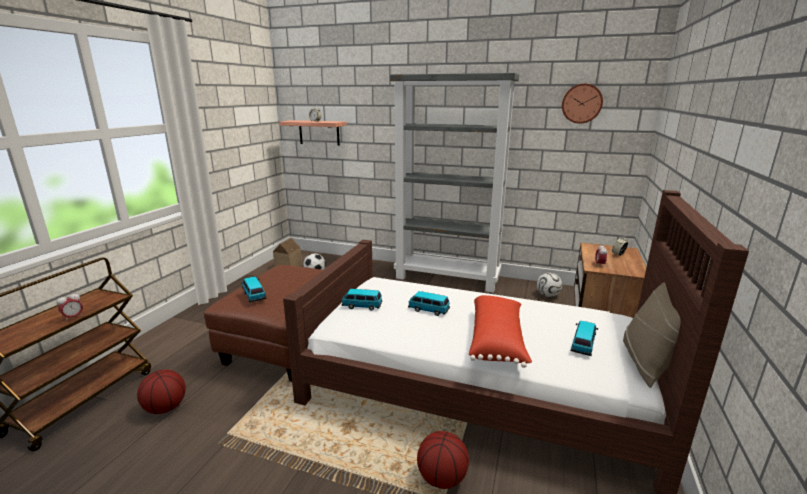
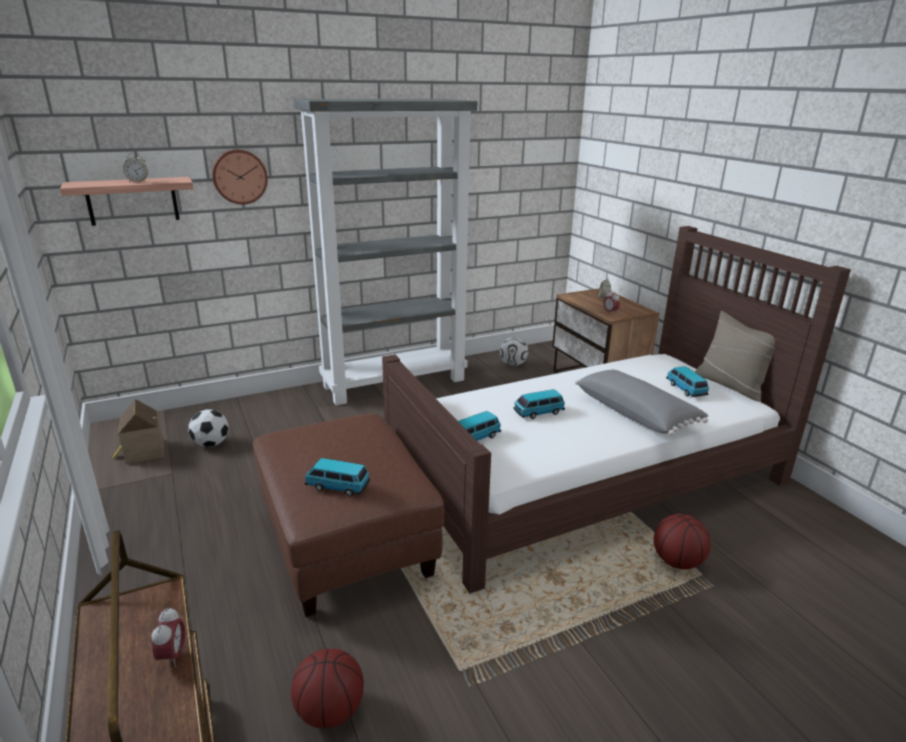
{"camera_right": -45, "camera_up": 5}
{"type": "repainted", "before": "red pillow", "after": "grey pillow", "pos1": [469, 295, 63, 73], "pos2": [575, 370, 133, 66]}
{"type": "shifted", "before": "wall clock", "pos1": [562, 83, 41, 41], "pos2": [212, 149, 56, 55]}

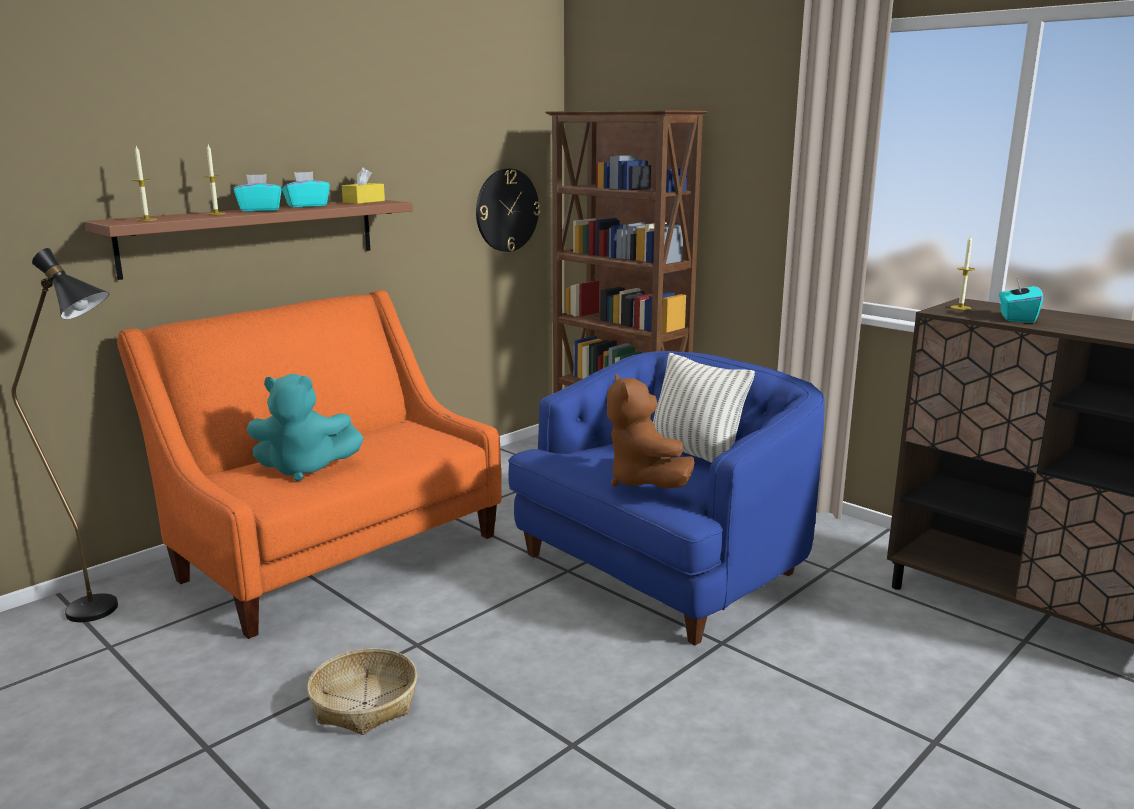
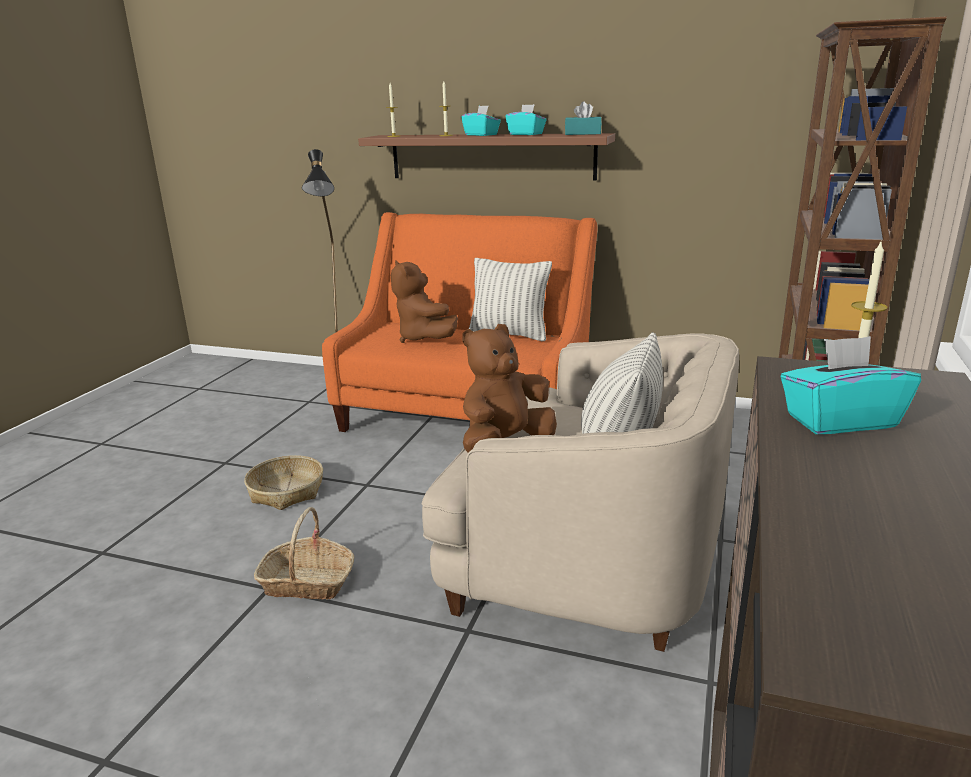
{"camera_right": 65, "camera_up": 5}
{"type": "repainted", "before": "turquoise plush toy", "after": "brown plush toy", "pos1": [247, 374, 117, 108], "pos2": [391, 260, 67, 83]}
{"type": "repainted", "before": "yellow tissue box", "after": "turquoise tissue box", "pos1": [342, 168, 43, 36], "pos2": [565, 102, 37, 33]}
{"type": "gone", "before": "wall clock", "pos1": [476, 168, 64, 84]}
{"type": "repainted", "before": "blue armchair", "after": "beige armchair", "pos1": [508, 351, 317, 294], "pos2": [422, 334, 317, 318]}
{"type": "new", "after": "basket", "pos2": [254, 507, 100, 93]}
{"type": "new", "after": "pillow", "pos2": [469, 258, 83, 83]}

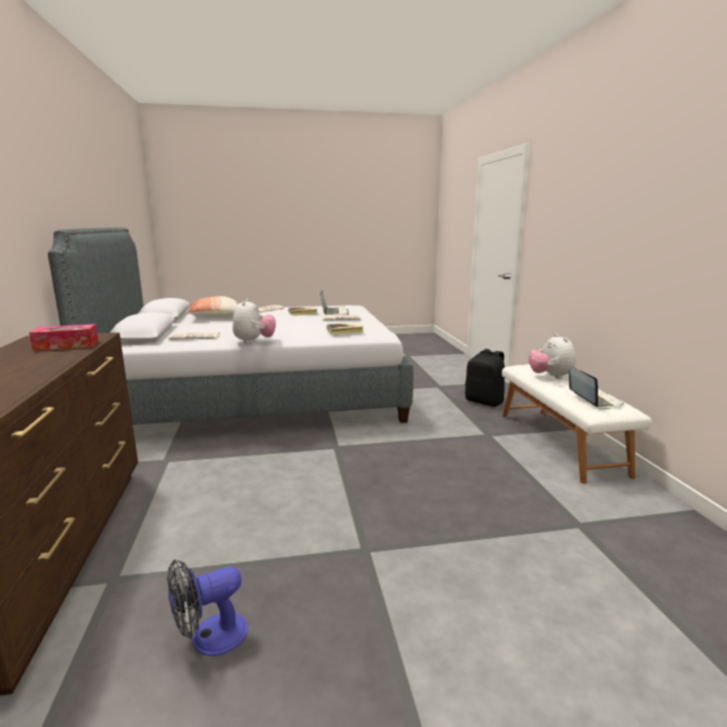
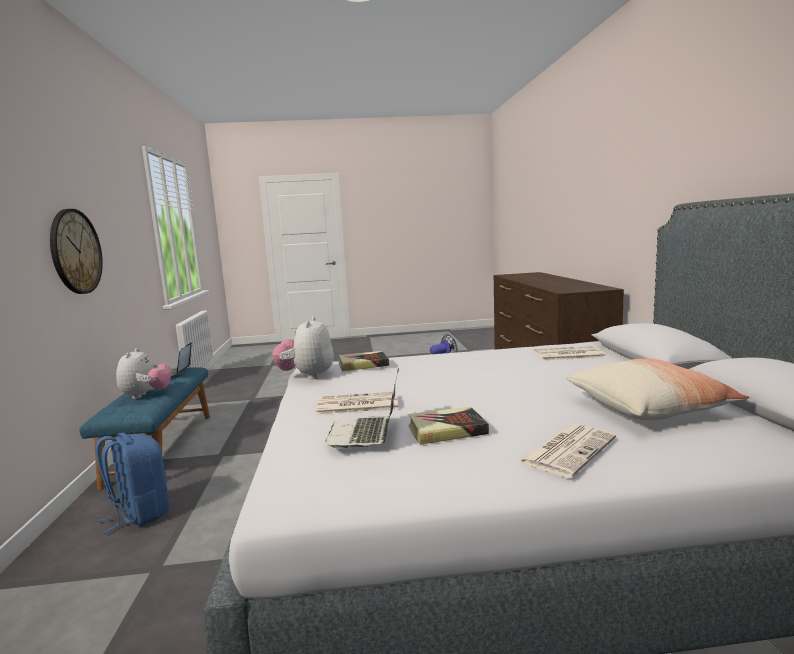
{"camera_right": -175, "camera_up": -5}
{"type": "gone", "before": "tissue box", "pos1": [29, 324, 69, 27]}
{"type": "shifted", "before": "plush toy", "pos1": [233, 299, 43, 45], "pos2": [272, 317, 62, 62]}
{"type": "repainted", "before": "black backpack", "after": "blue backpack", "pos1": [465, 349, 40, 58], "pos2": [95, 433, 74, 101]}
{"type": "repainted", "before": "white bench", "after": "blue bench", "pos1": [502, 364, 150, 120], "pos2": [79, 367, 131, 123]}
{"type": "new", "after": "wall clock", "pos2": [50, 209, 53, 85]}

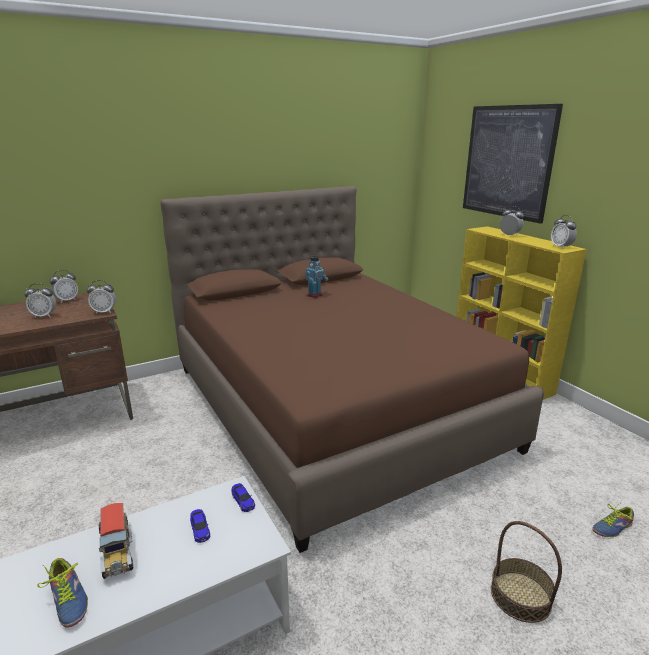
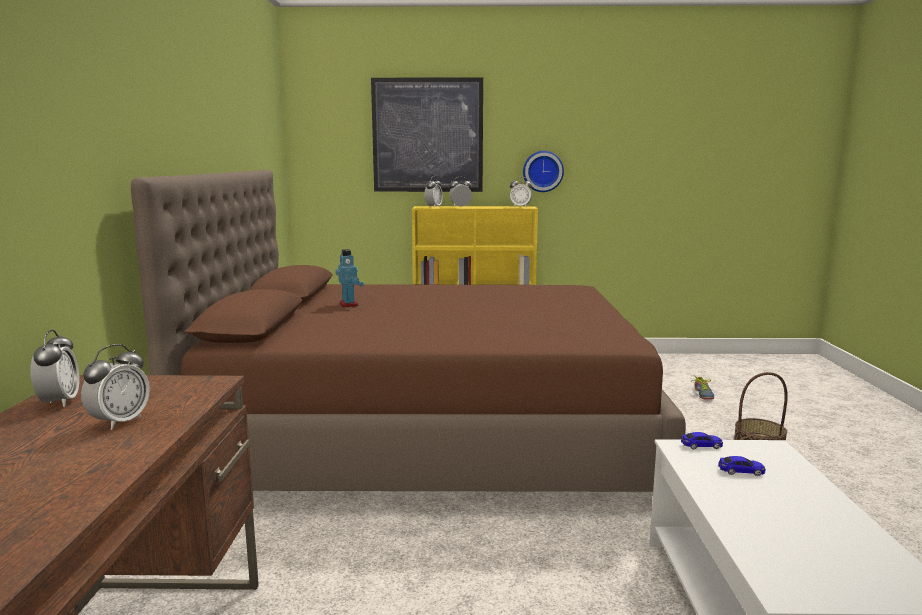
{"camera_right": -60, "camera_up": -10}
{"type": "gone", "before": "shoe", "pos1": [37, 558, 51, 70]}
{"type": "shifted", "before": "alarm clock", "pos1": [87, 280, 29, 34], "pos2": [425, 177, 18, 31]}
{"type": "gone", "before": "toy truck", "pos1": [99, 503, 34, 76]}
{"type": "new", "after": "wall clock", "pos2": [523, 151, 41, 41]}

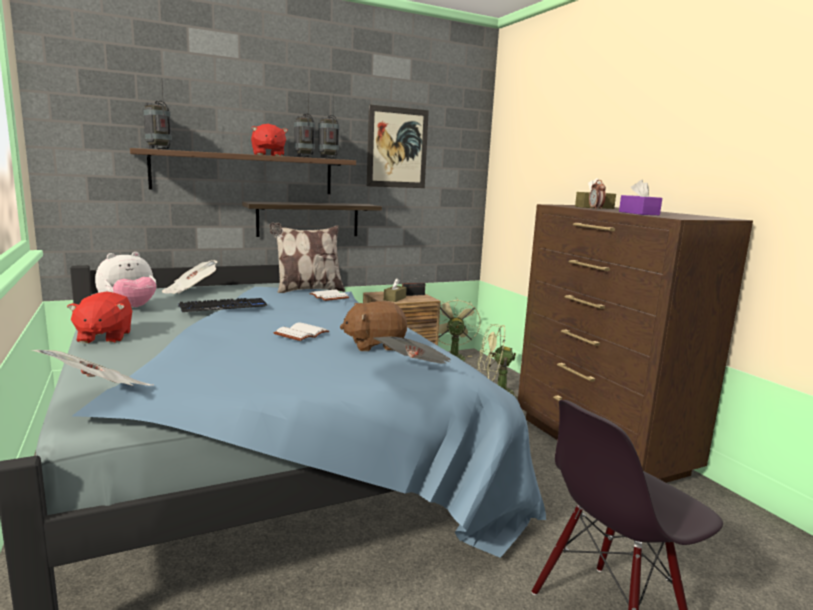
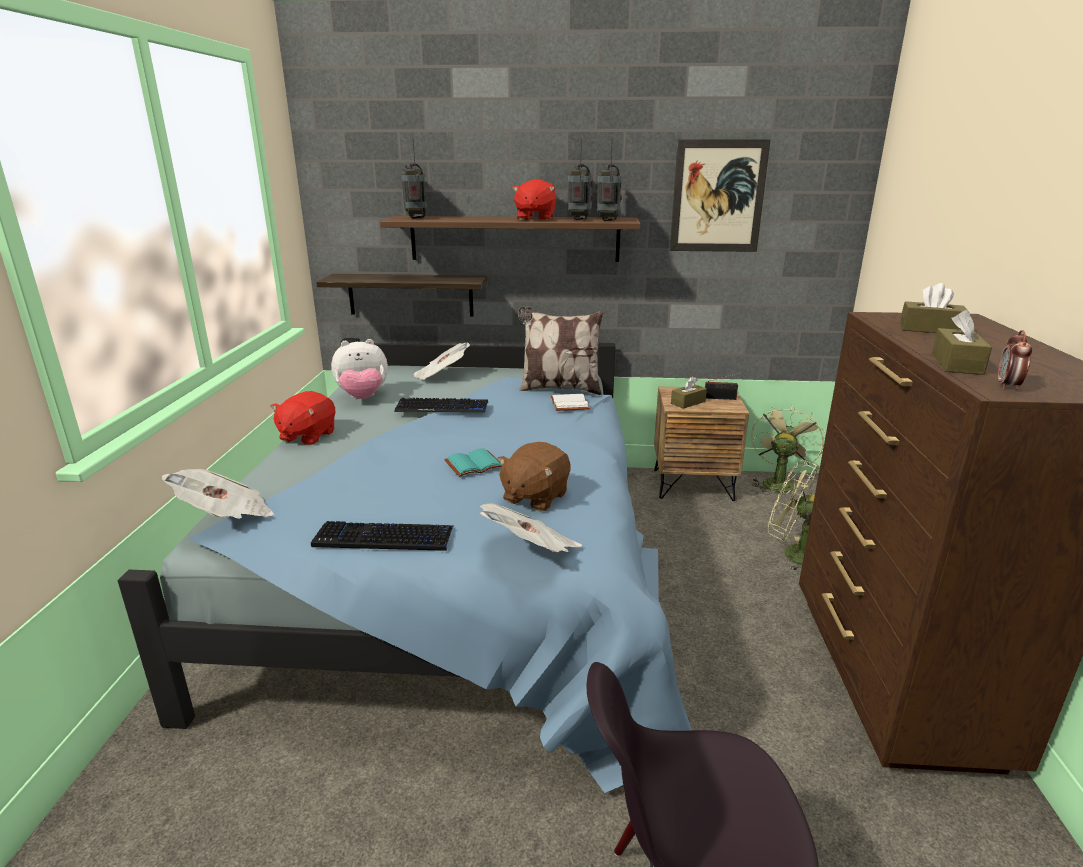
{"camera_right": 30, "camera_up": 10}
{"type": "shifted", "before": "shelf", "pos1": [242, 201, 140, 36], "pos2": [316, 274, 171, 43]}
{"type": "repainted", "before": "white book", "after": "turquoise book", "pos1": [274, 323, 55, 18], "pos2": [444, 449, 58, 28]}
{"type": "rotated", "before": "brown plush toy", "pos1": [340, 301, 67, 50], "pos2": [497, 442, 73, 70], "turn": -75}
{"type": "shifted", "before": "alarm clock", "pos1": [589, 180, 17, 29], "pos2": [998, 330, 34, 60]}
{"type": "repainted", "before": "purple tissue box", "after": "brown tissue box", "pos1": [619, 180, 43, 35], "pos2": [932, 310, 60, 65]}
{"type": "new", "after": "keyboard", "pos2": [311, 521, 142, 30]}

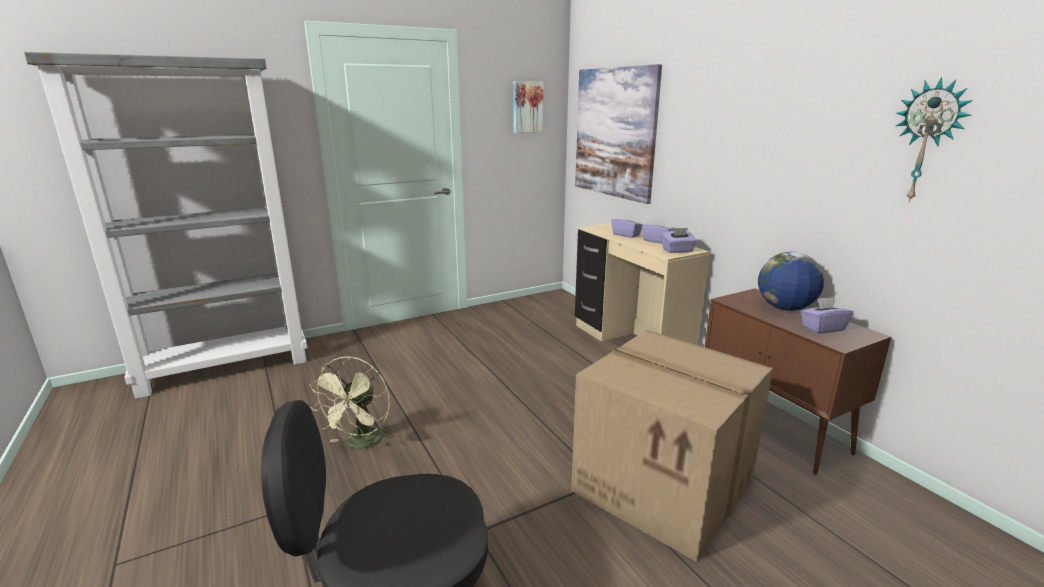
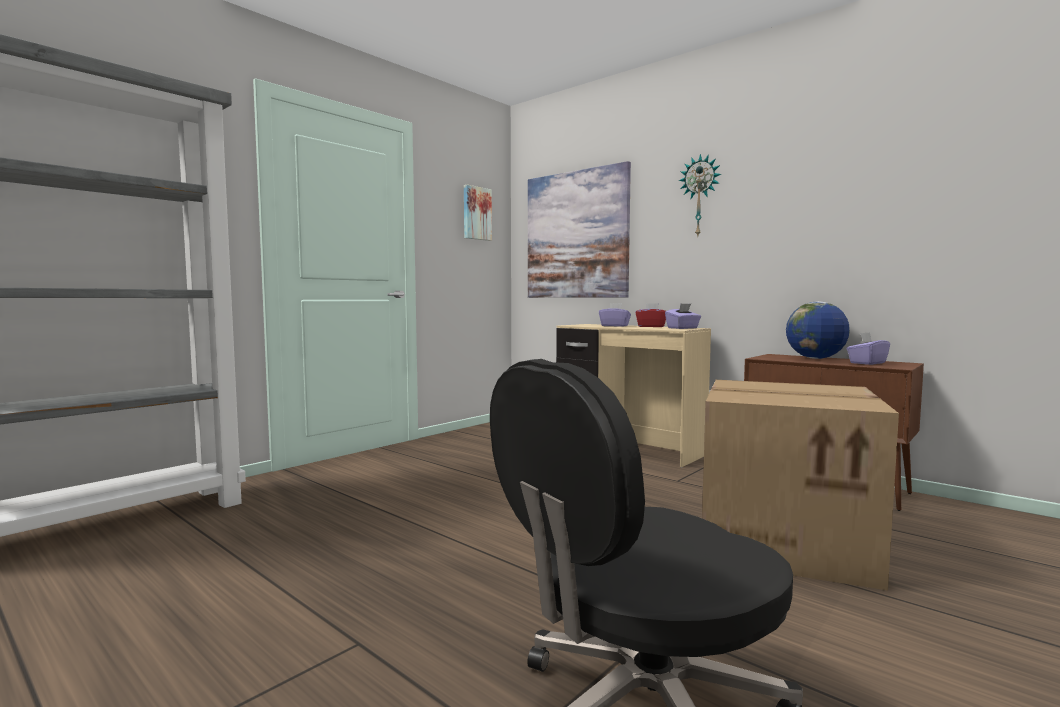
{"camera_right": -20, "camera_up": -15}
{"type": "gone", "before": "green fan", "pos1": [310, 356, 85, 93]}
{"type": "repainted", "before": "purple tissue box", "after": "red tissue box", "pos1": [642, 217, 33, 27], "pos2": [635, 303, 31, 24]}
{"type": "shifted", "before": "wall clock", "pos1": [896, 77, 77, 126], "pos2": [679, 154, 42, 82]}

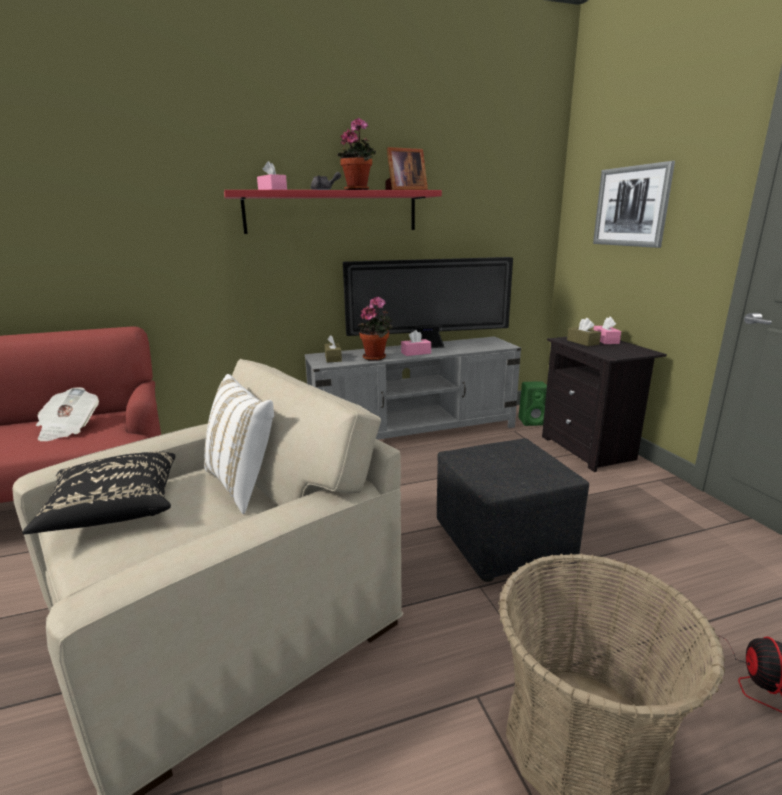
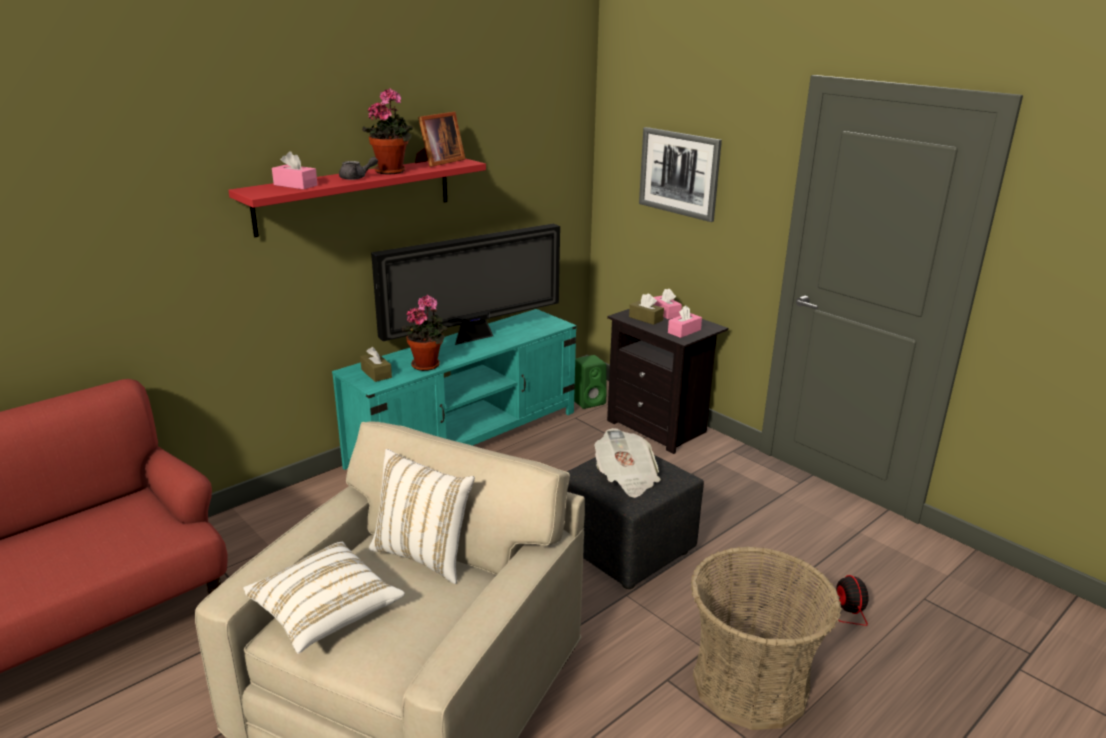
{"camera_right": -25, "camera_up": 5}
{"type": "repainted", "before": "black pillow", "after": "white pillow", "pos1": [22, 452, 153, 82], "pos2": [243, 541, 162, 113]}
{"type": "shifted", "before": "newspaper", "pos1": [36, 387, 63, 54], "pos2": [594, 428, 67, 70]}
{"type": "repainted", "before": "grey tv stand", "after": "turquoise tv stand", "pos1": [305, 336, 216, 104], "pos2": [332, 309, 245, 161]}
{"type": "shifted", "before": "pink tissue box", "pos1": [401, 330, 30, 26], "pos2": [668, 306, 34, 32]}

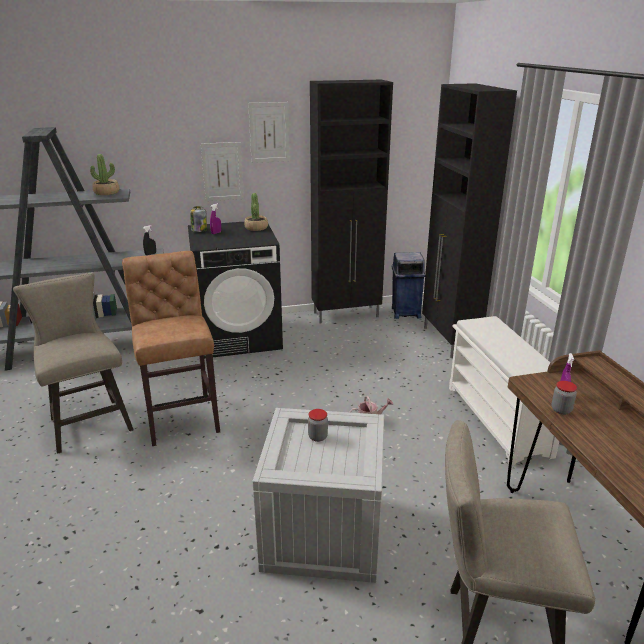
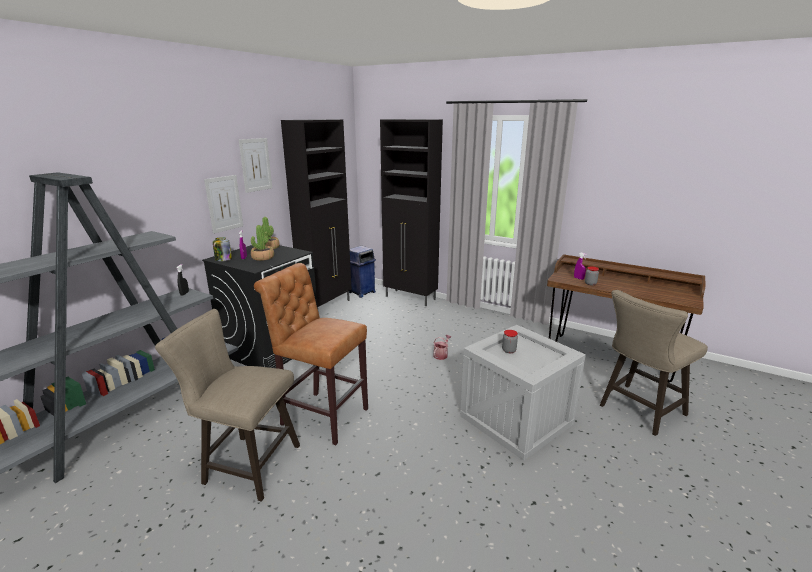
{"camera_right": -45, "camera_up": -5}
{"type": "shifted", "before": "potted plant", "pos1": [90, 154, 30, 41], "pos2": [251, 225, 23, 36]}
{"type": "gone", "before": "white shoe rack", "pos1": [449, 316, 110, 150]}

